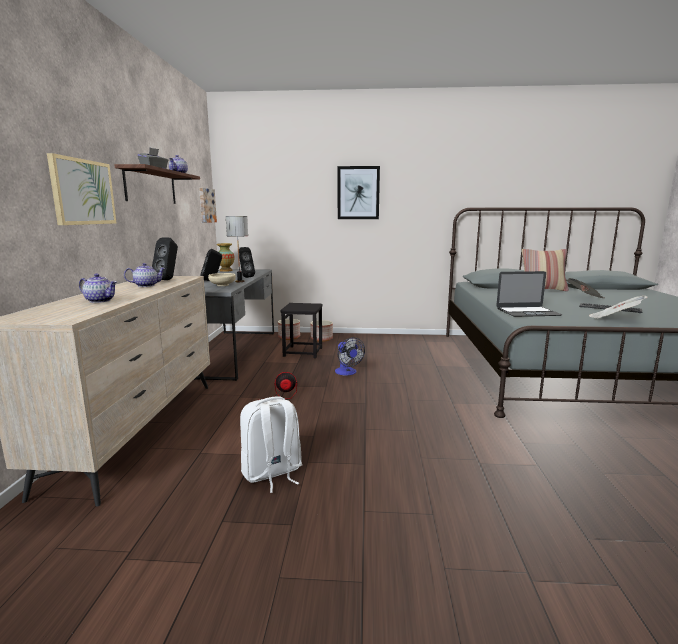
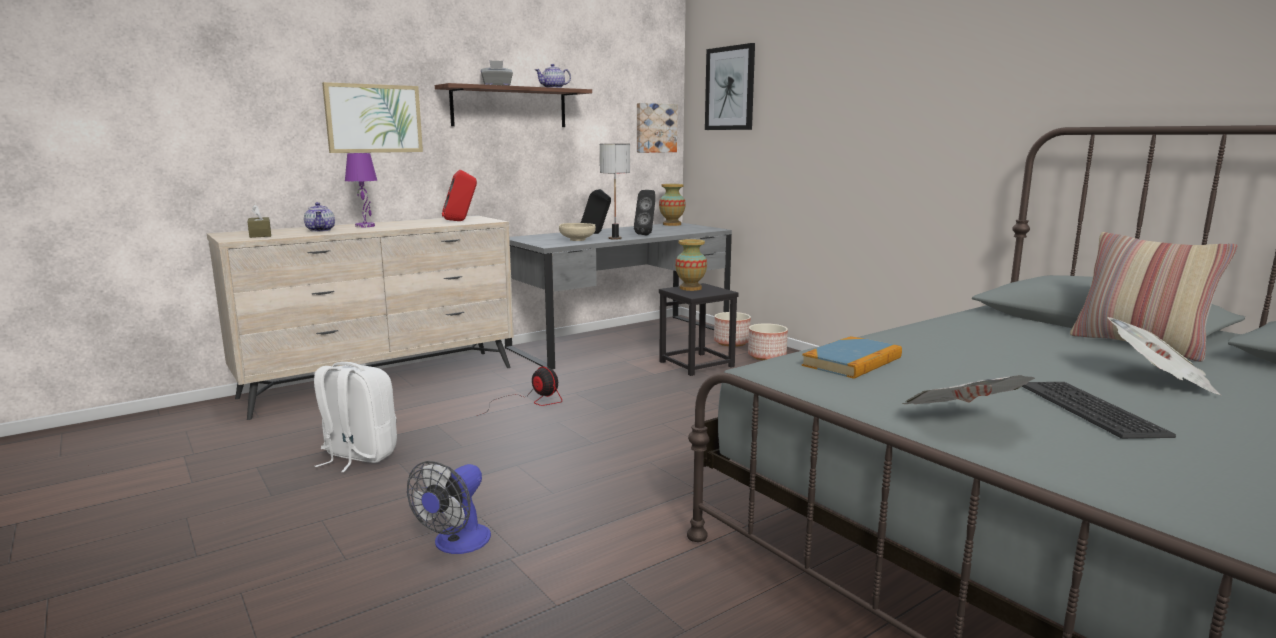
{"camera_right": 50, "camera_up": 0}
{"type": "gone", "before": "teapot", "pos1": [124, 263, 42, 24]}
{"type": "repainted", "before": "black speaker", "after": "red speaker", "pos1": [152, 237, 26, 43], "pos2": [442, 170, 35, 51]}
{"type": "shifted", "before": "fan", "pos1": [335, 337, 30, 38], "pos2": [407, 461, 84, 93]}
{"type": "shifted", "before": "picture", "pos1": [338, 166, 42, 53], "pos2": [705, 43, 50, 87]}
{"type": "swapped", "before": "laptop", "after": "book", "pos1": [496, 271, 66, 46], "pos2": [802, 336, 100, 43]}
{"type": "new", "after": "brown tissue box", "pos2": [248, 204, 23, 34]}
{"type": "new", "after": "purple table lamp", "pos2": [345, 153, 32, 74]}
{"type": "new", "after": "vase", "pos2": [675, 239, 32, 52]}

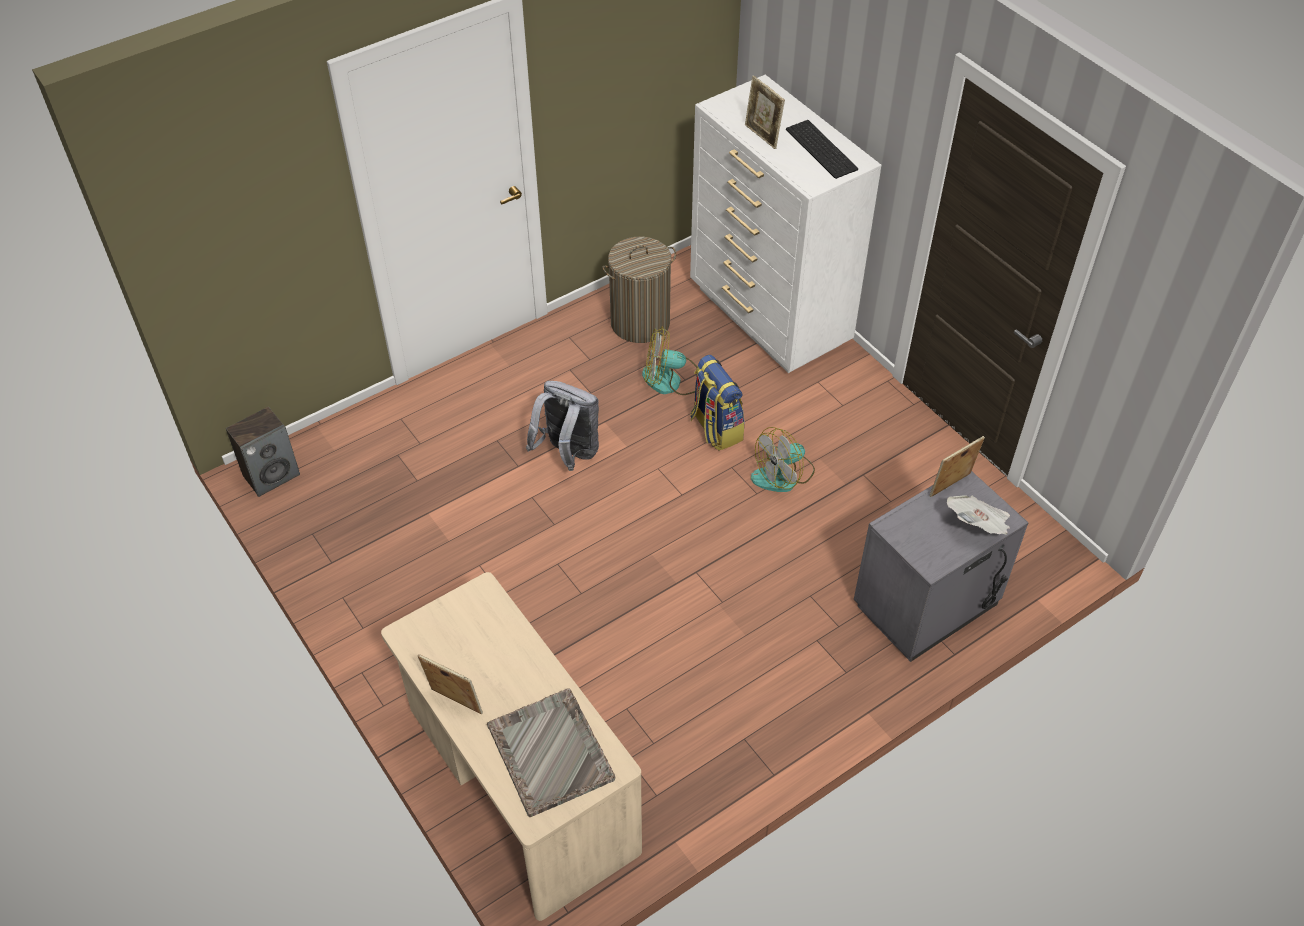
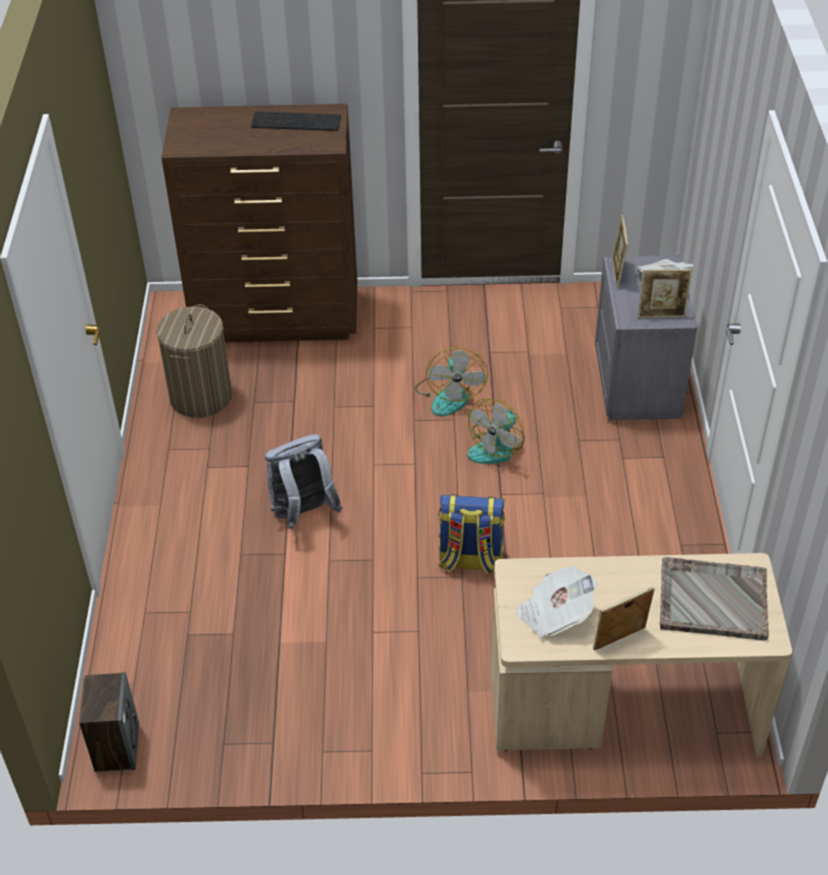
{"camera_right": -55, "camera_up": -5}
{"type": "shifted", "before": "fan", "pos1": [642, 327, 55, 68], "pos2": [467, 399, 58, 65]}
{"type": "repainted", "before": "white dresser", "after": "brown dresser", "pos1": [690, 75, 191, 298], "pos2": [161, 104, 196, 238]}
{"type": "shifted", "before": "backpack", "pos1": [690, 355, 55, 96], "pos2": [438, 494, 67, 81]}
{"type": "shifted", "before": "picture frame", "pos1": [745, 75, 40, 74], "pos2": [637, 269, 55, 49]}
{"type": "new", "after": "newspaper", "pos2": [516, 566, 82, 73]}

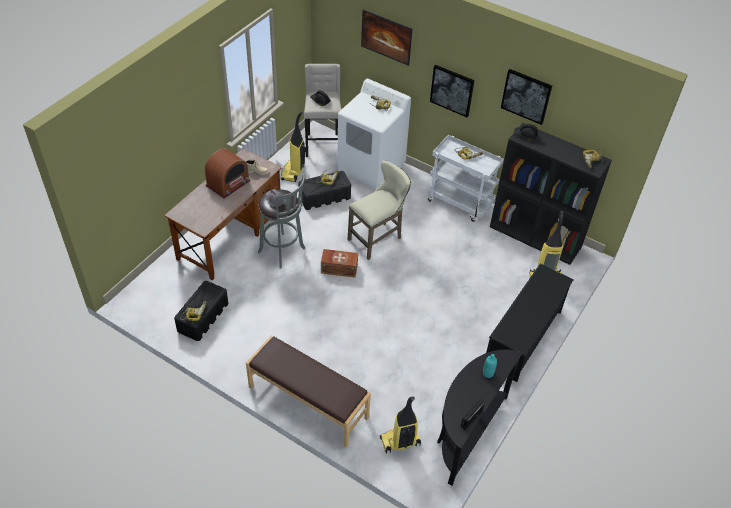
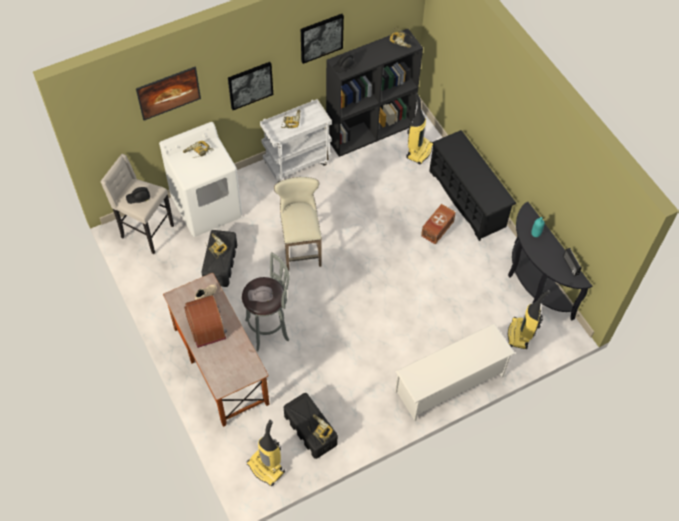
{"camera_right": -60, "camera_up": 10}
{"type": "swapped", "before": "brown bench", "after": "white shoe rack", "pos1": [246, 336, 125, 111], "pos2": [395, 323, 120, 98]}
{"type": "shifted", "before": "vacuum cleaner", "pos1": [281, 112, 25, 70], "pos2": [246, 420, 39, 66]}
{"type": "shifted", "before": "brown storage box", "pos1": [321, 249, 37, 28], "pos2": [421, 204, 35, 41]}

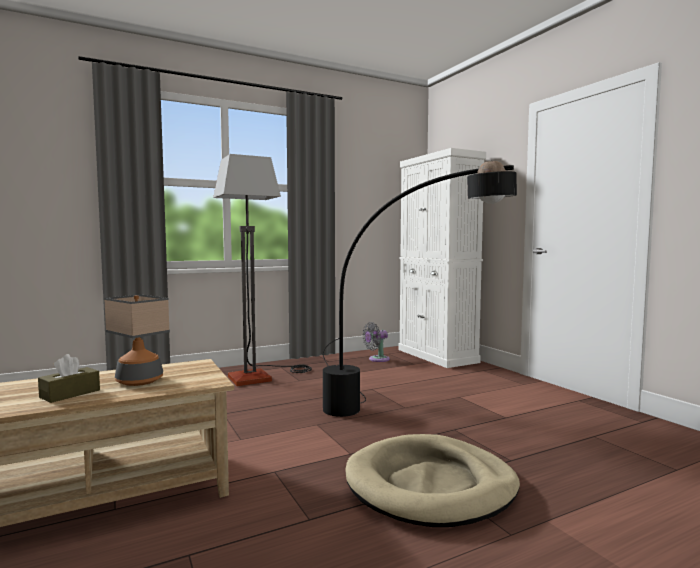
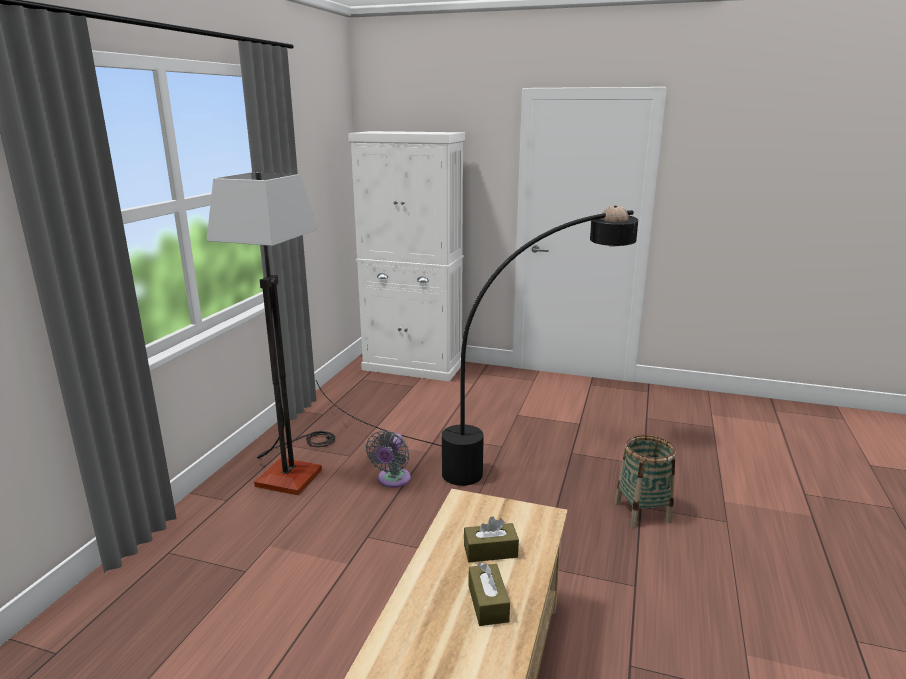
{"camera_right": -45, "camera_up": 15}
{"type": "swapped", "before": "table lamp", "after": "brown tissue box", "pos1": [104, 294, 66, 92], "pos2": [464, 516, 55, 46]}
{"type": "swapped", "before": "beige dog bed", "after": "basket", "pos1": [345, 434, 175, 93], "pos2": [614, 435, 62, 93]}
{"type": "shifted", "before": "grey fan", "pos1": [362, 322, 28, 40], "pos2": [366, 430, 45, 58]}

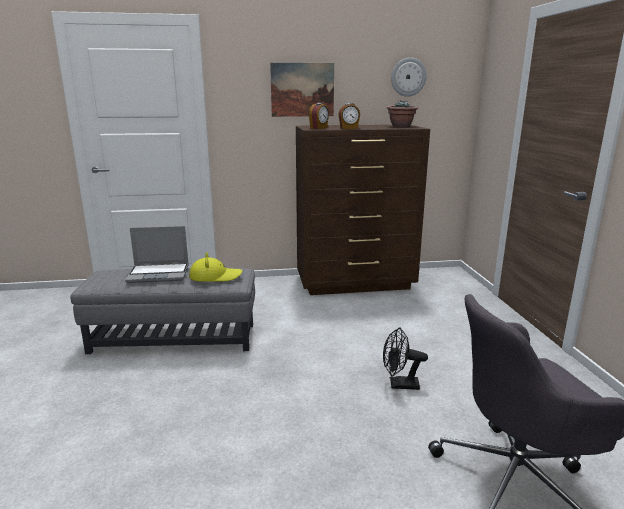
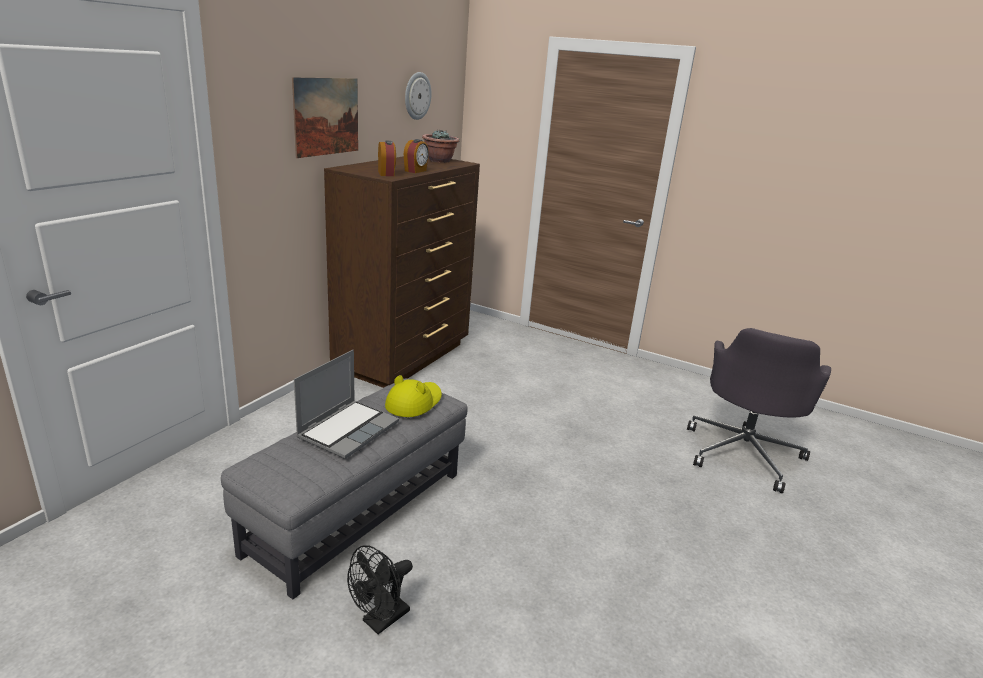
{"camera_right": -55, "camera_up": 5}
{"type": "shifted", "before": "black fan", "pos1": [383, 327, 45, 63], "pos2": [347, 545, 66, 89]}

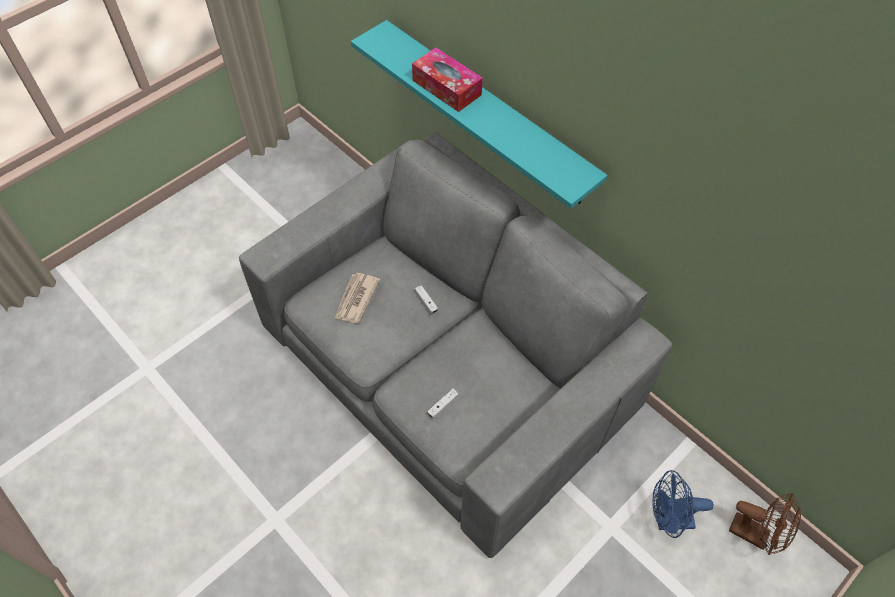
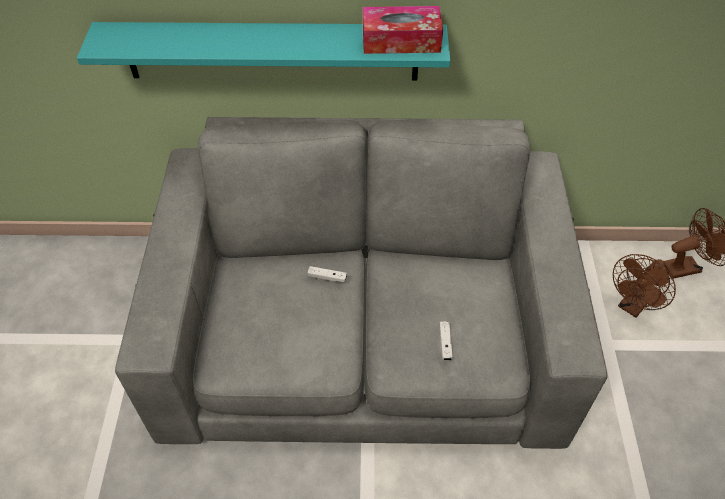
{"camera_right": -45, "camera_up": -5}
{"type": "gone", "before": "newspaper", "pos1": [334, 273, 46, 50]}
{"type": "shifted", "before": "tissue box", "pos1": [412, 48, 71, 64], "pos2": [363, 6, 80, 48]}
{"type": "repainted", "before": "blue fan", "after": "brown fan", "pos1": [652, 470, 62, 68], "pos2": [613, 254, 63, 64]}

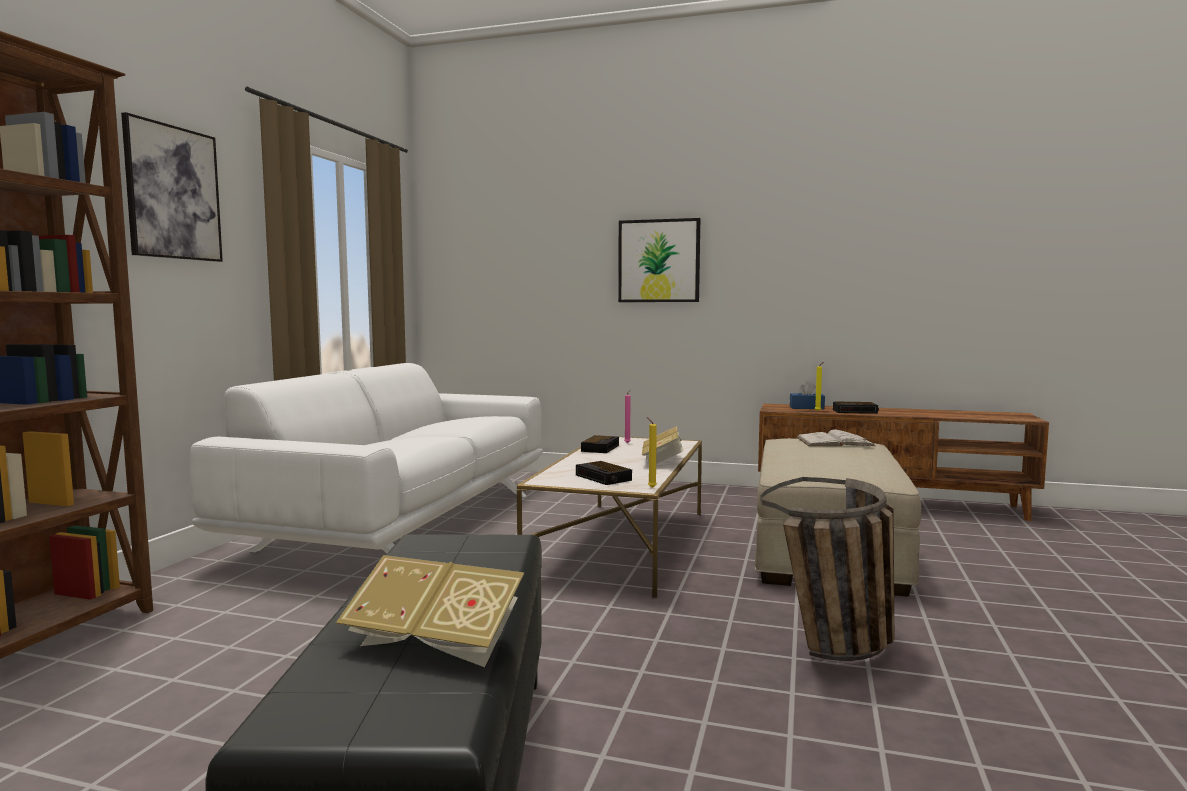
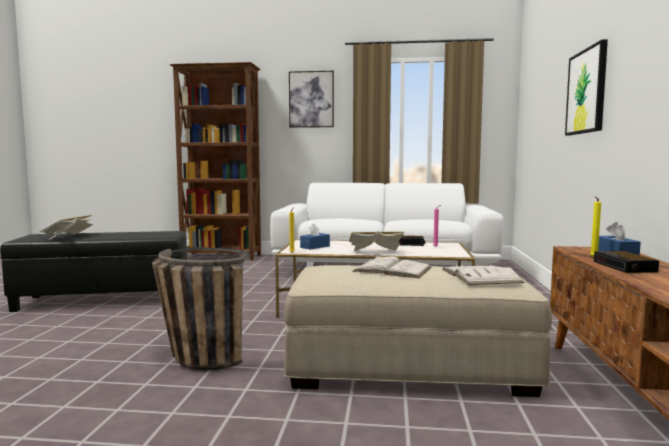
{"camera_right": 80, "camera_up": 0}
{"type": "swapped", "before": "alarm clock", "after": "blue tissue box", "pos1": [576, 461, 56, 24], "pos2": [300, 223, 30, 27]}
{"type": "new", "after": "white book", "pos2": [352, 255, 80, 23]}

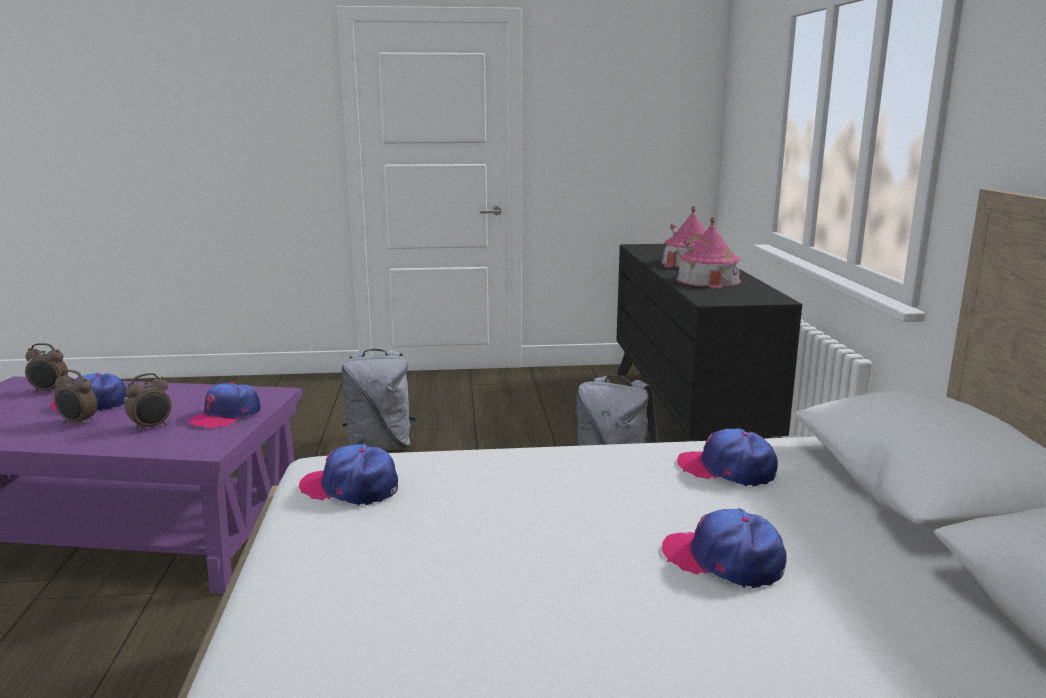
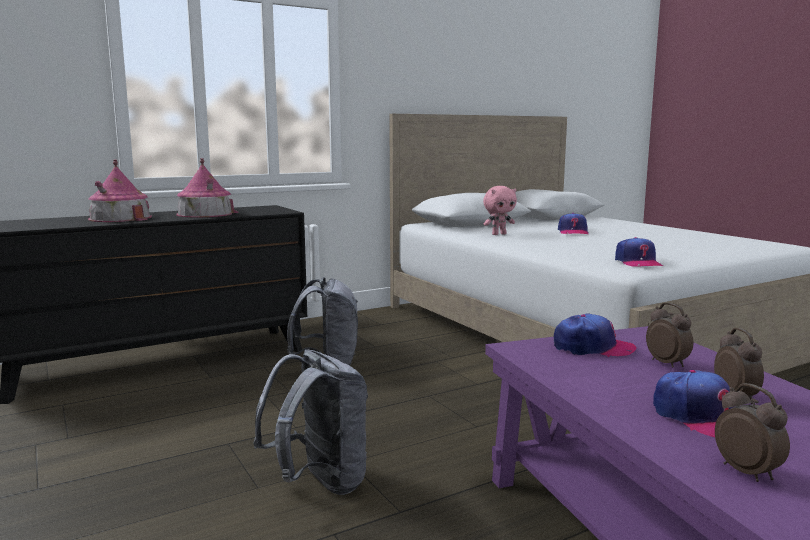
{"camera_right": -115, "camera_up": -5}
{"type": "rotated", "before": "alarm clock", "pos1": [125, 373, 46, 59], "pos2": [646, 303, 47, 65], "turn": 45}
{"type": "swapped", "before": "cap", "after": "pink plush toy", "pos1": [677, 428, 101, 59], "pos2": [483, 186, 34, 49]}

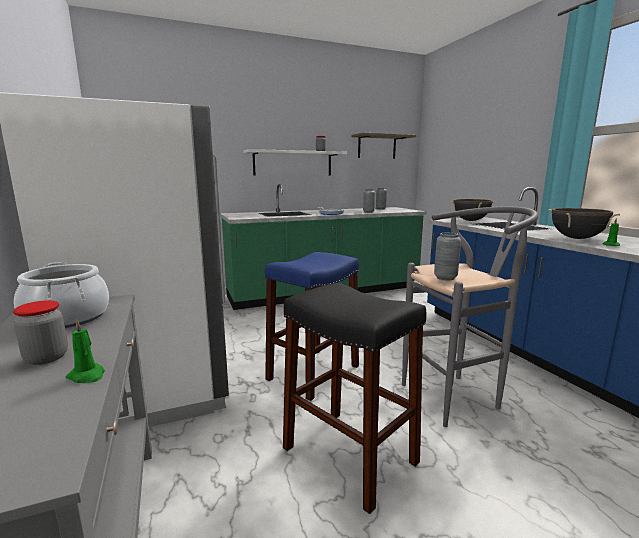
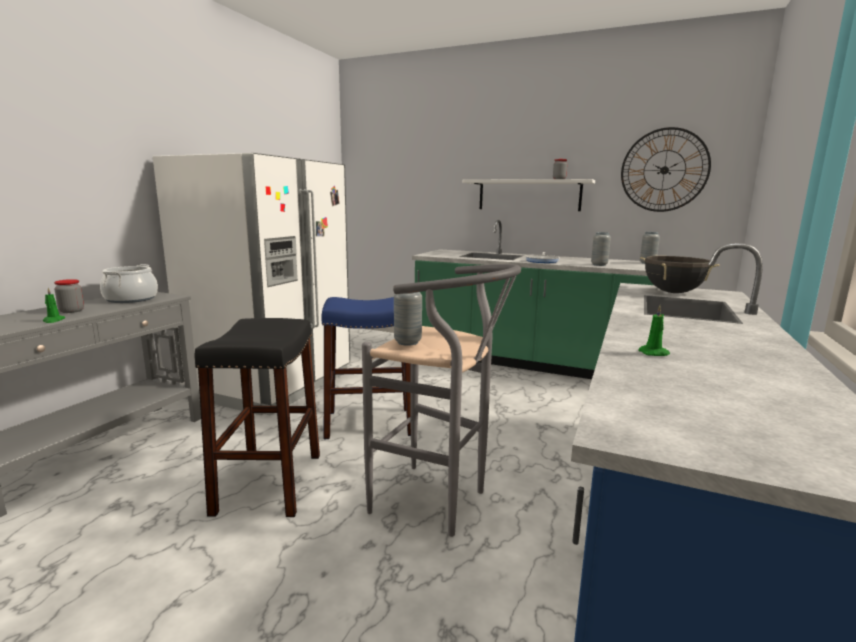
{"camera_right": 45, "camera_up": 0}
{"type": "swapped", "before": "shelf", "after": "wall clock", "pos1": [351, 133, 65, 26], "pos2": [621, 127, 90, 85]}
{"type": "gone", "before": "black cooking pot", "pos1": [548, 208, 72, 31]}

